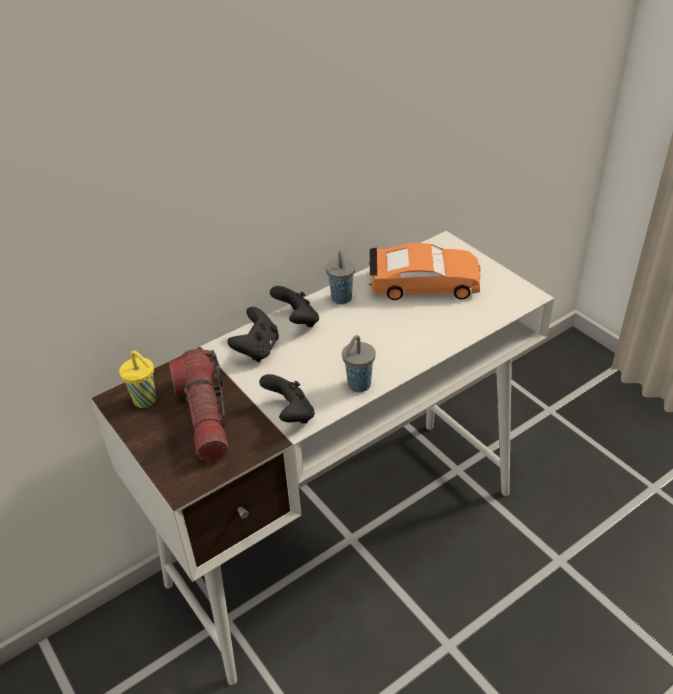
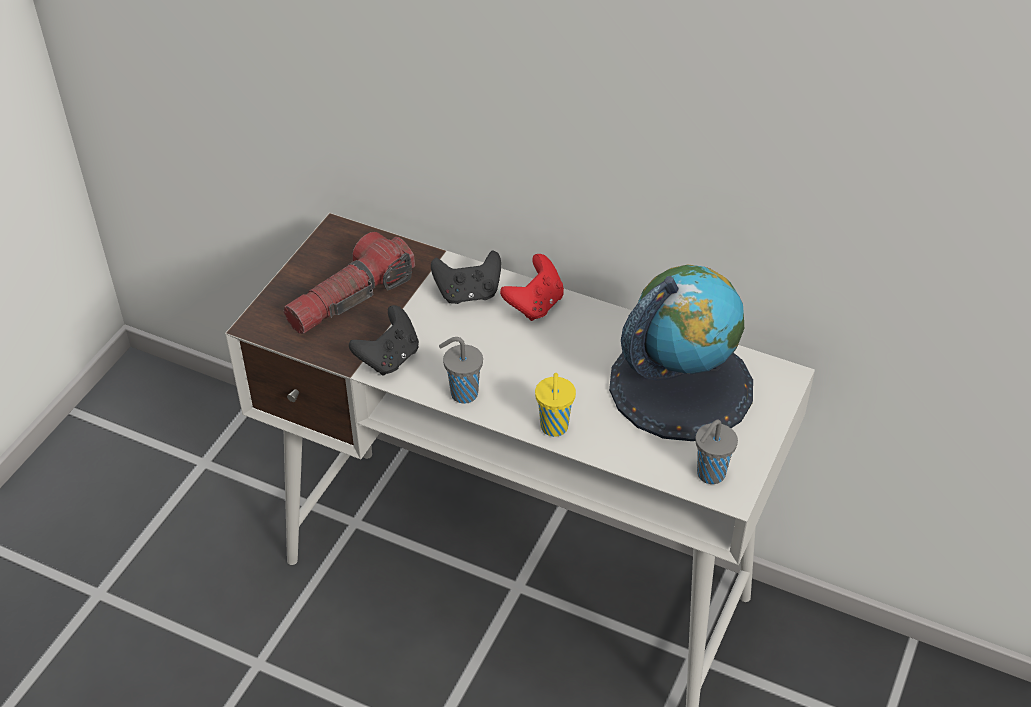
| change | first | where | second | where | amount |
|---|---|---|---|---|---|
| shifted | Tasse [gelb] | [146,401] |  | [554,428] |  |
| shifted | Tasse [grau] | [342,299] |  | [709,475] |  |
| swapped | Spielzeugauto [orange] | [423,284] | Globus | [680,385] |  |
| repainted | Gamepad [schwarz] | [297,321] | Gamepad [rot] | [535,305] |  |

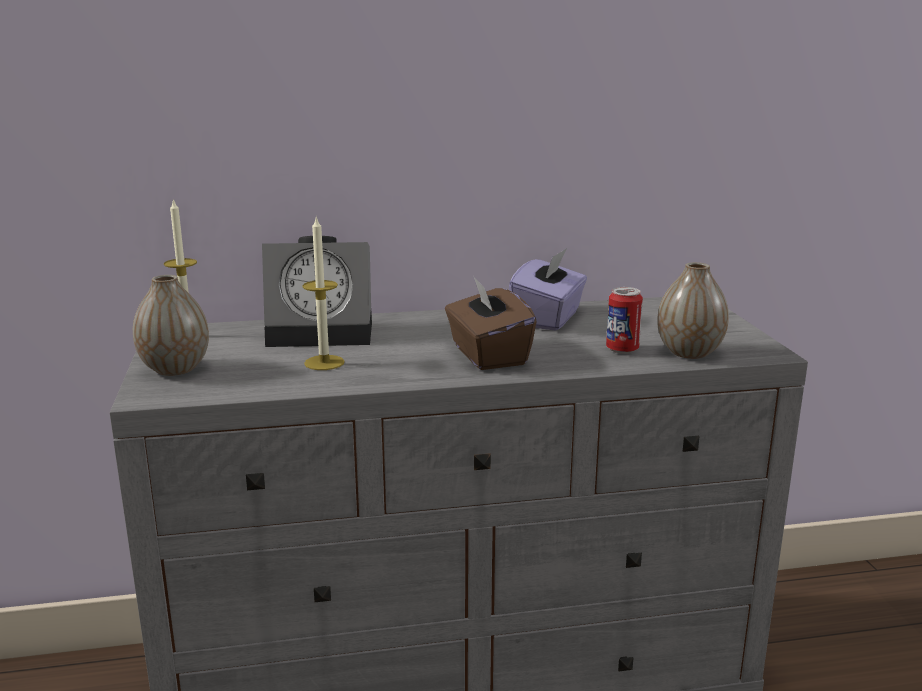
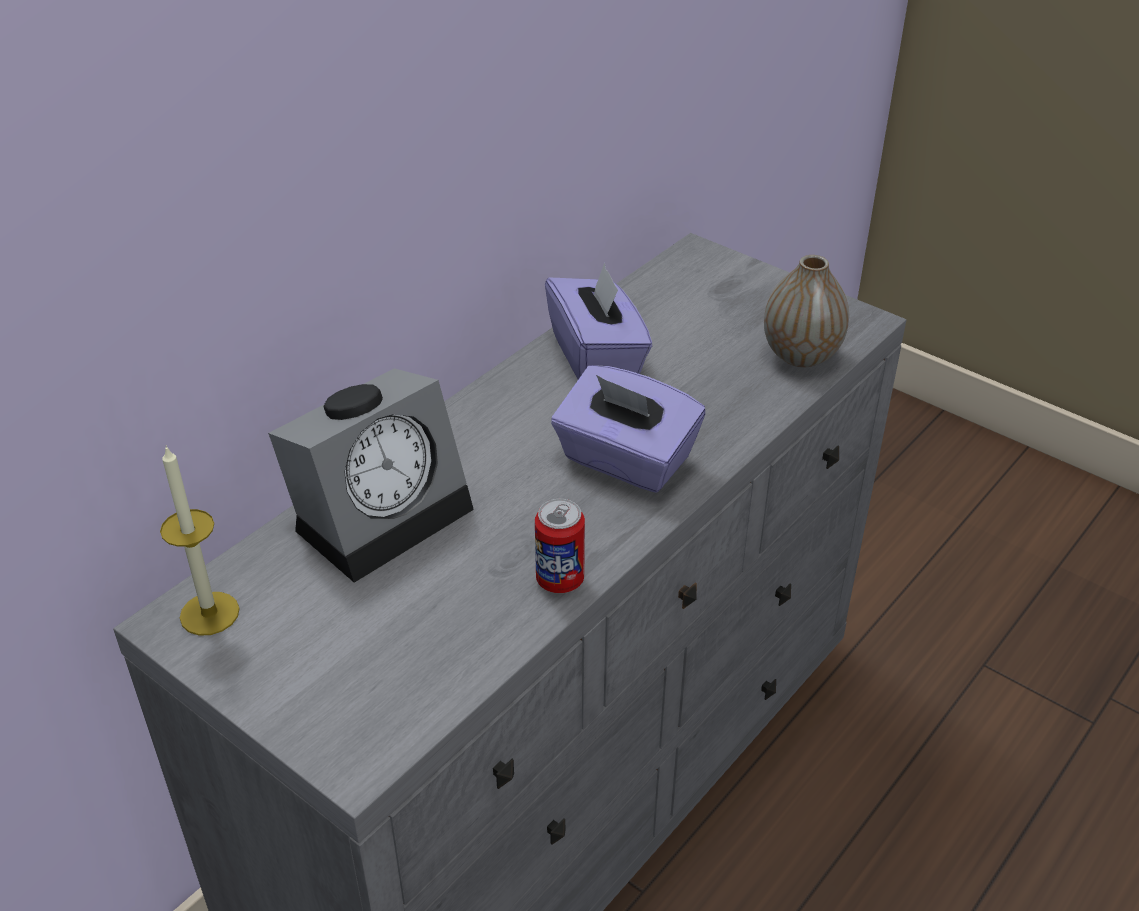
| change | first | where | second | where | amount |
|---|---|---|---|---|---|
| gone | Vase | [175,369] |  |  |  |
| gone | Kerze | [324,363] |  |  |  |
| shifted | Dose | [622,349] |  | [560,580] |  |
| repainted | Taschentuchbox [braun] | [487,355] | Taschentuchbox [lila] | [625,461] |  |

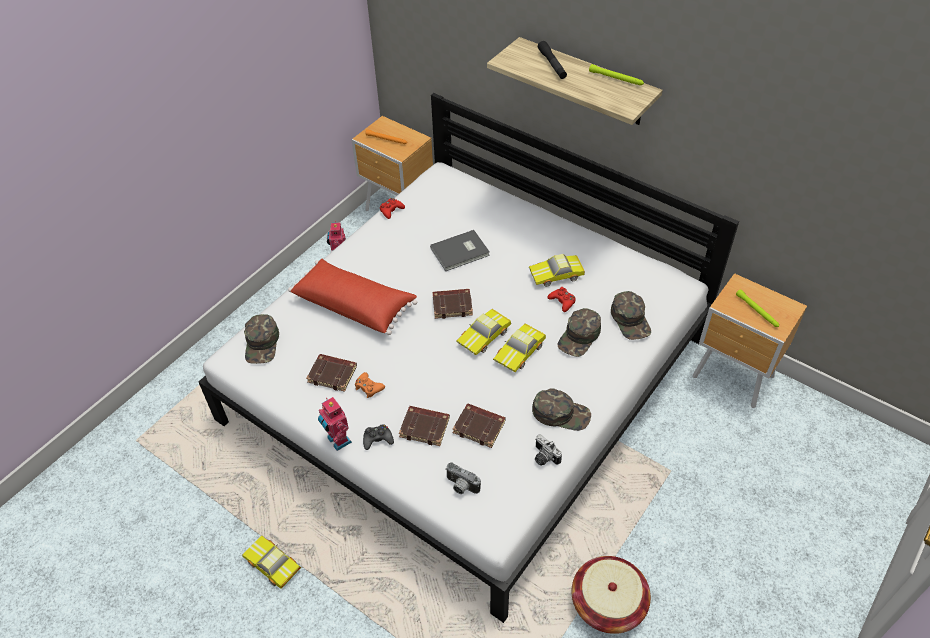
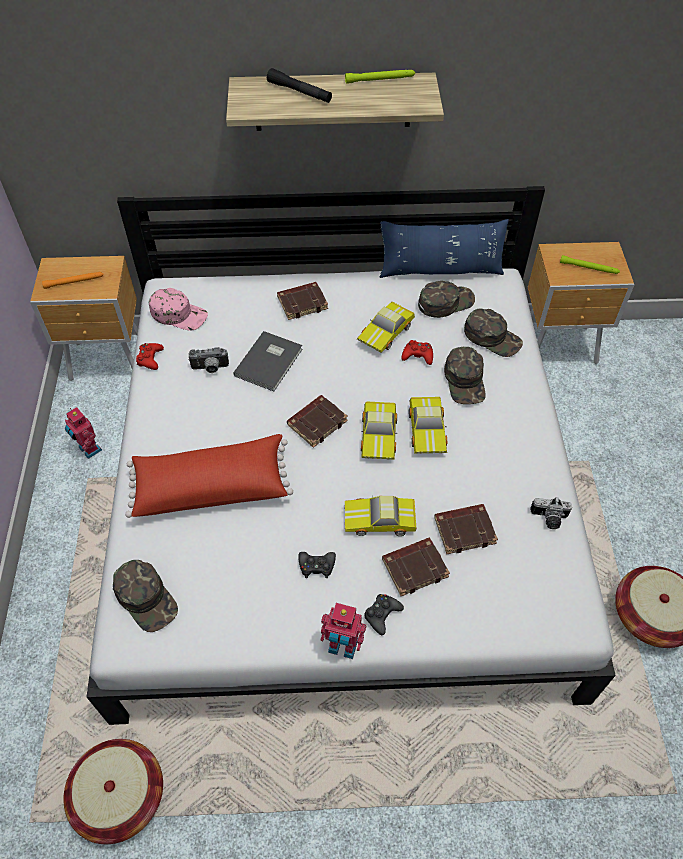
| change | first | where | second | where | amount |
|---|---|---|---|---|---|
| new |  |  | Korb | [120,796] |  |
| new |  |  | Kappe [rosa] | [179,314] |  |
| new |  |  | Kissen [blau] | [440,270] |  |
| shifted | Spielzeugauto | [272,565] |  | [380,521] |  |
| shifted | Buch [braun] | [333,374] |  | [302,303] |  |
| shifted | Kamera | [461,486] |  | [210,369] |  |
| shifted | Kappe [grün] | [561,413] |  | [445,302] |  |
| repainted | Gamepad [orange] | [369,387] | Gamepad [schwarz] | [316,566] |  |

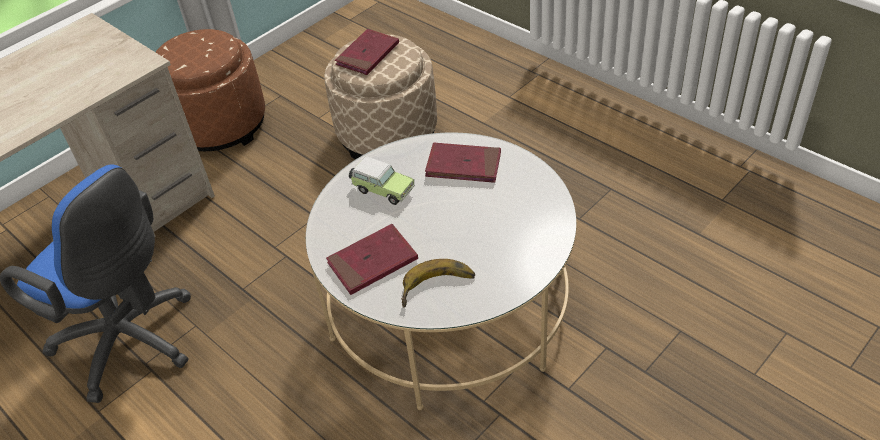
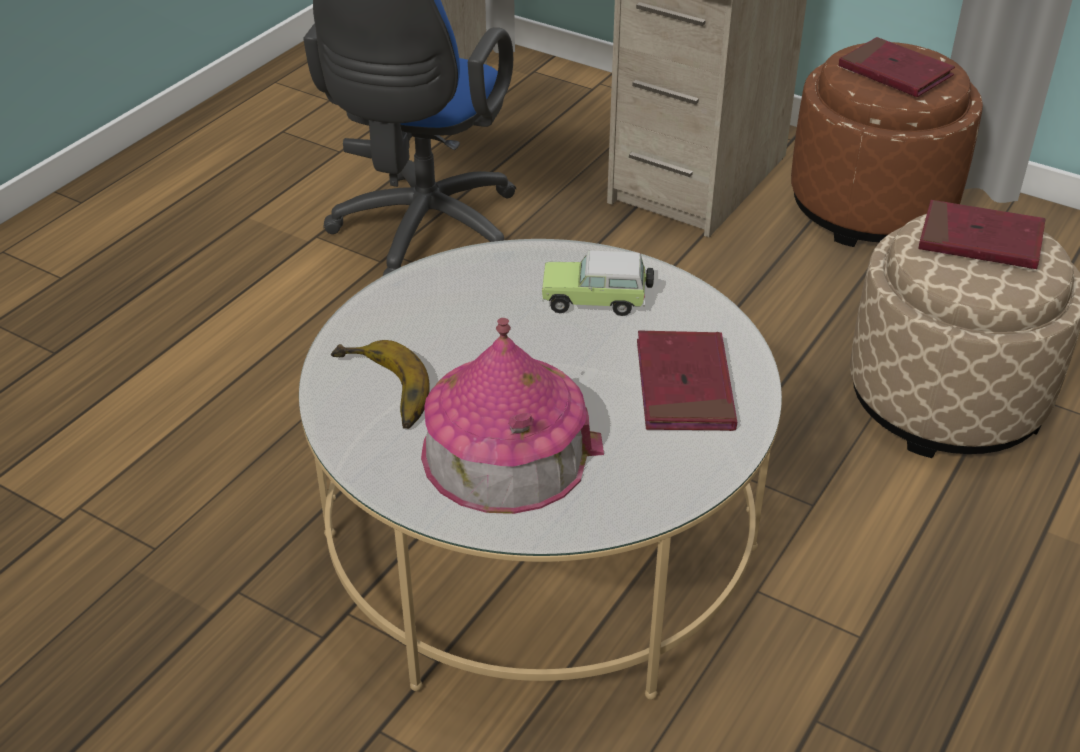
| change | first | where | second | where | amount |
|---|---|---|---|---|---|
| new |  |  | Spielzeughaus | [506,452] |  |
| shifted | Buch [rot] | [372,262] |  | [895,73] |  |
| rotated | Spielzeugauto | [382,190] |  | [597,301] | 75 degrees clockwise |

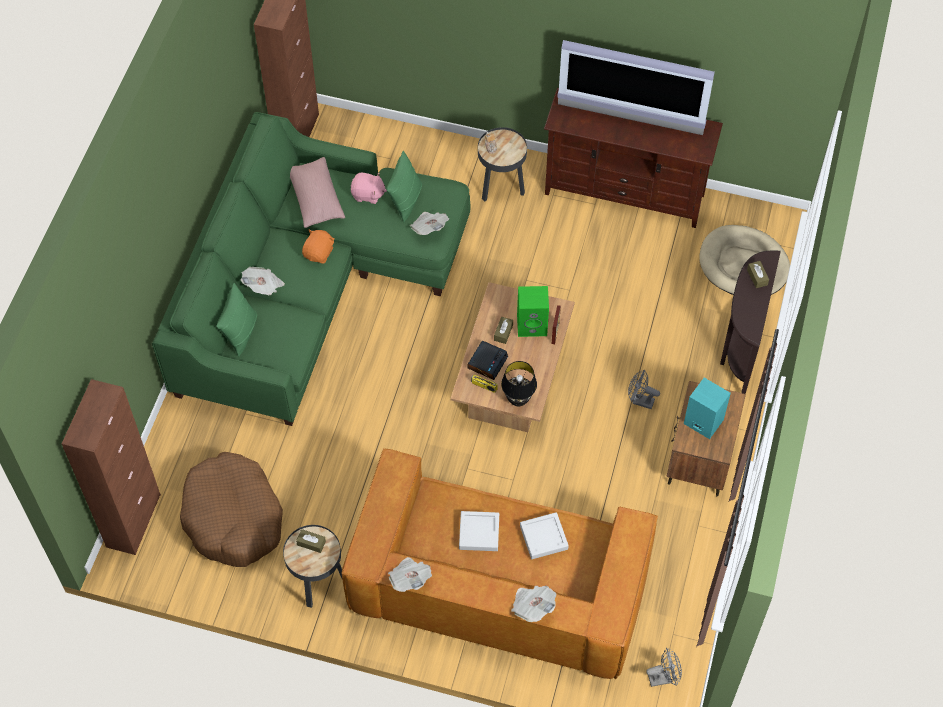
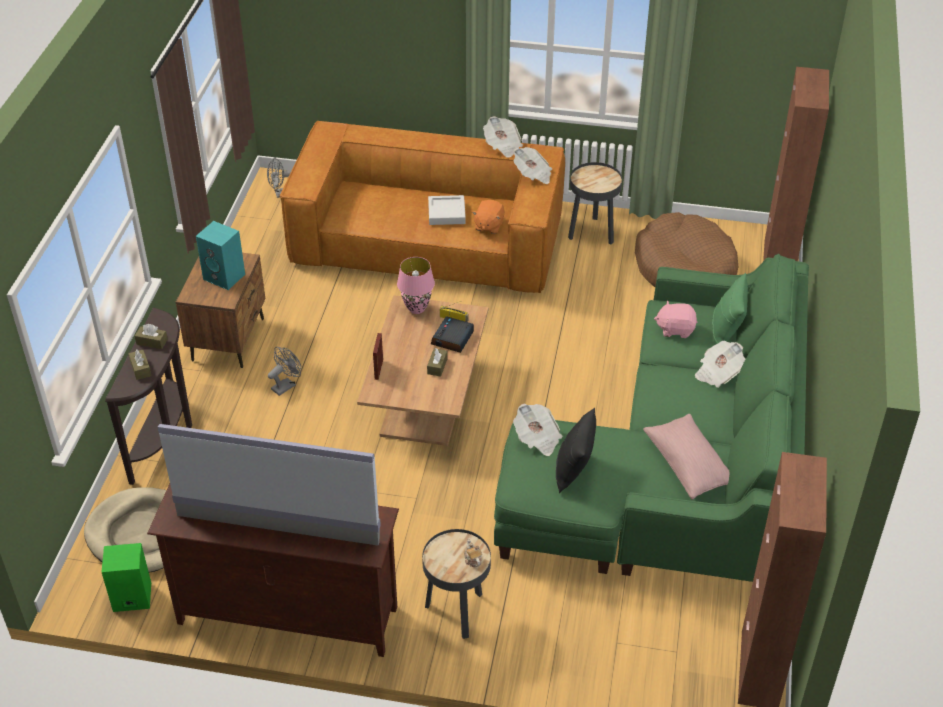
| change | first | where | second | where | amount |
|---|---|---|---|---|---|
| gone | Tablett [grau] | [543,537] |  |  |  |
| shifted | Taschentuchbox [braun] | [311,543] |  | [152,342] |  |
| shifted | Plüschtier [orange] | [319,253] |  | [488,226] |  |
| shifted | Plüschtier [rosa] | [368,194] |  | [675,329] |  |
| shifted | Zeitung | [532,606] |  | [533,174] |  |
| shifted | Lautsprecher [grün] | [532,324] |  | [131,598] |  |
| repainted | Kissen [grün] | [405,200] | Kissen [schwarz] | [573,470] |  |
| repainted | Tischlampe [schwarz] | [518,400] | Tischlampe [rosa] | [417,309] |  |
| rotated | Ventilator [grau] | [639,401] |  | [286,385] | 60 degrees counterclockwise |

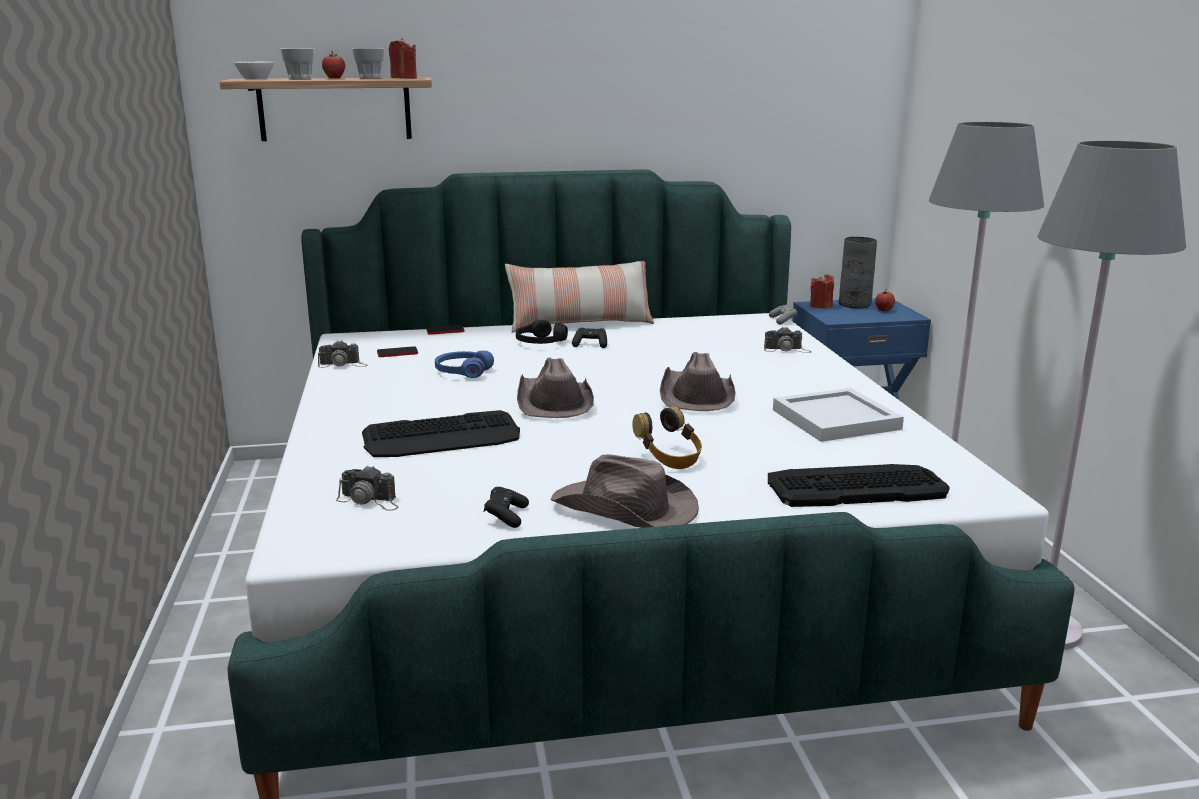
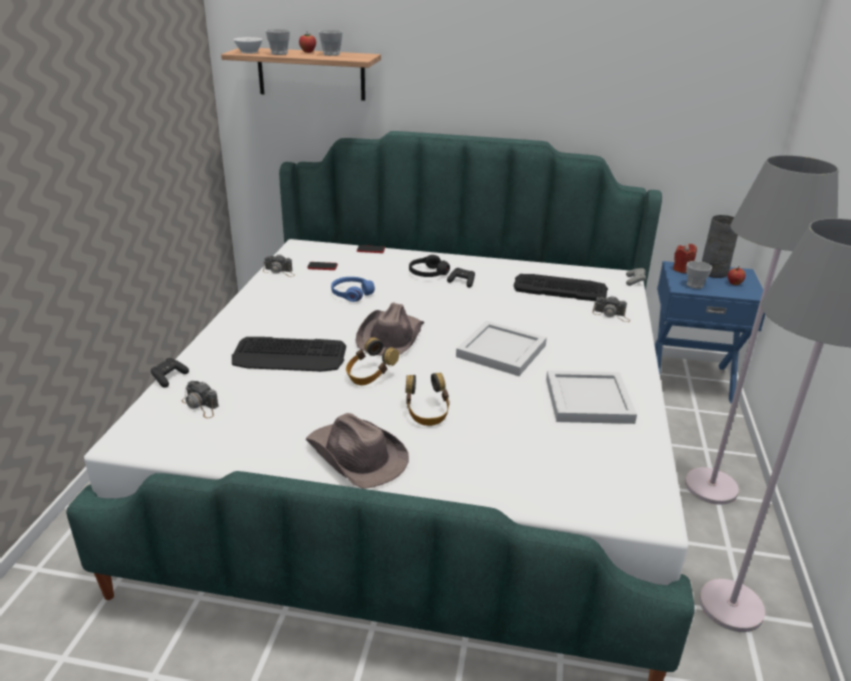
| change | first | where | second | where | amount |
|---|---|---|---|---|---|
| gone | Kerze [rot] | [403,78] |  |  |  |
| gone | Kissen | [580,324] |  |  |  |
| new |  |  | Kopfhörer | [370,376] |  |
| new |  |  | Tasse | [695,285] |  |
| shifted | Gamepad [schwarz] | [506,516] |  | [169,378] |  |
| shifted | Tastatur | [854,486] |  | [559,288] |  |
| swapped | Hut [braun] | [697,395] | Tablett [weiß] | [500,351] |  |

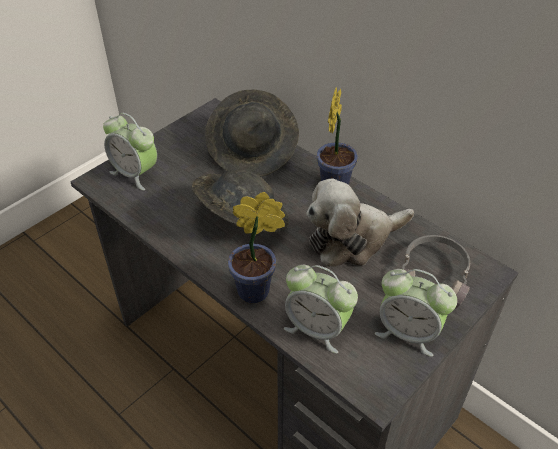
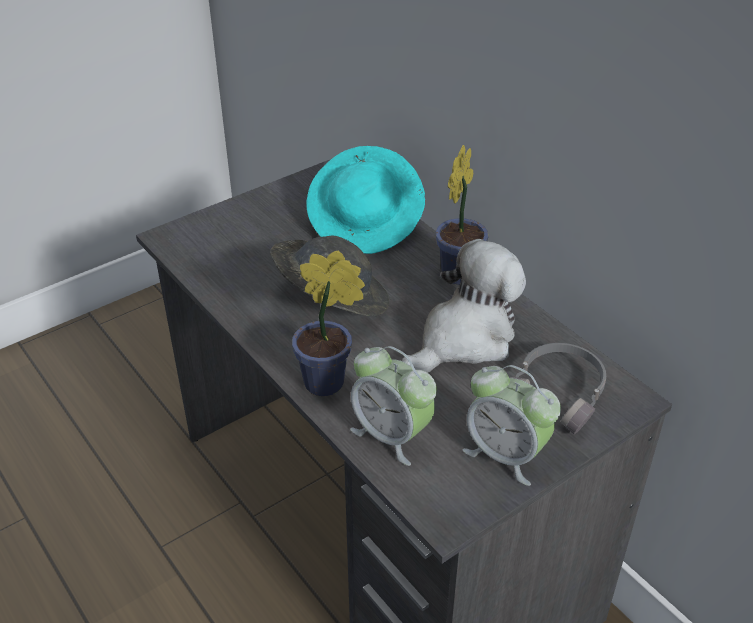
| change | first | where | second | where | amount |
|---|---|---|---|---|---|
| gone | Wecker | [135,174] |  |  |  |
| repainted | Hut [grau] | [253,151] | Hut [türkis] | [366,223] |  |
| rotated | Plüschtier | [352,239] |  | [465,339] | 150 degrees clockwise |

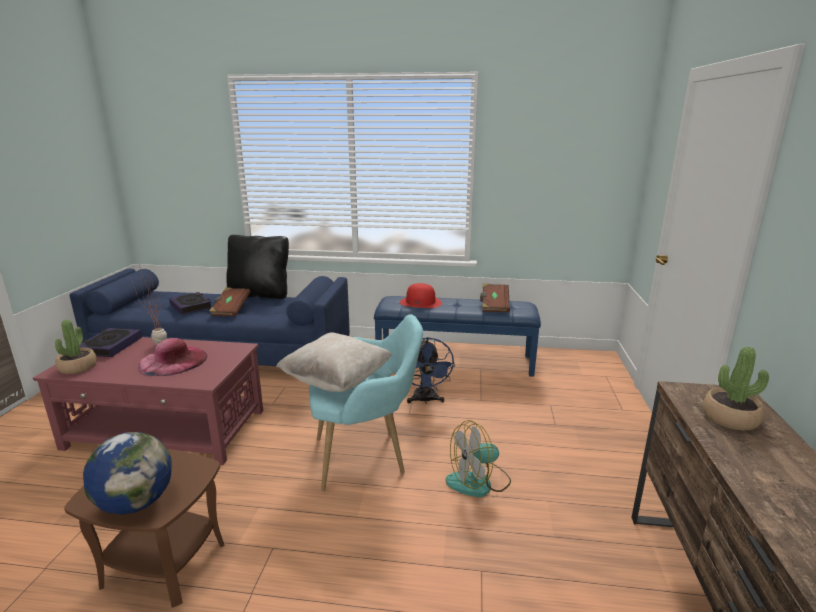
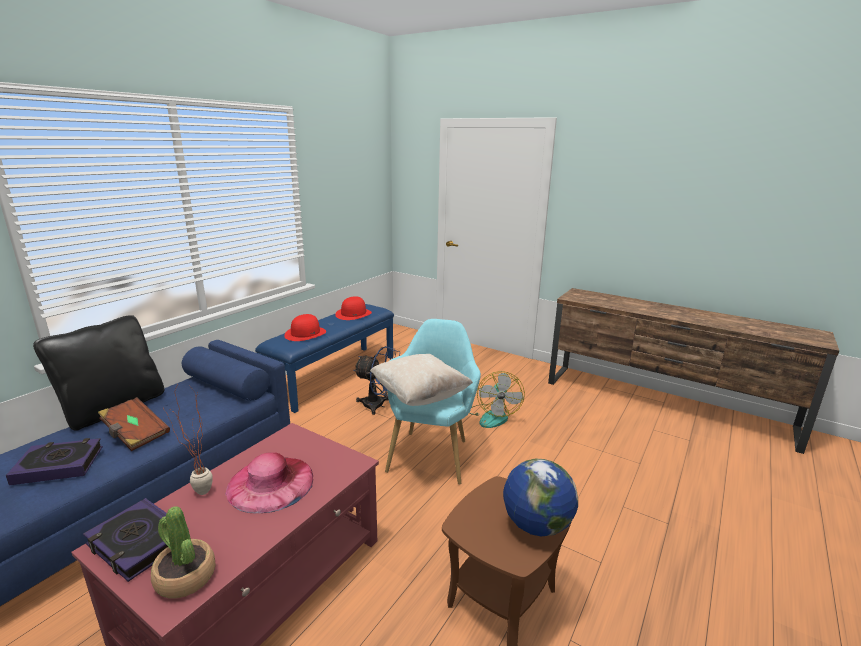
| change | first | where | second | where | amount |
|---|---|---|---|---|---|
| gone | Topfpflanze | [730,418] |  |  |  |
| swapped | Buch [braun] | [494,306] | Hut [rot] | [353,314] |  |

